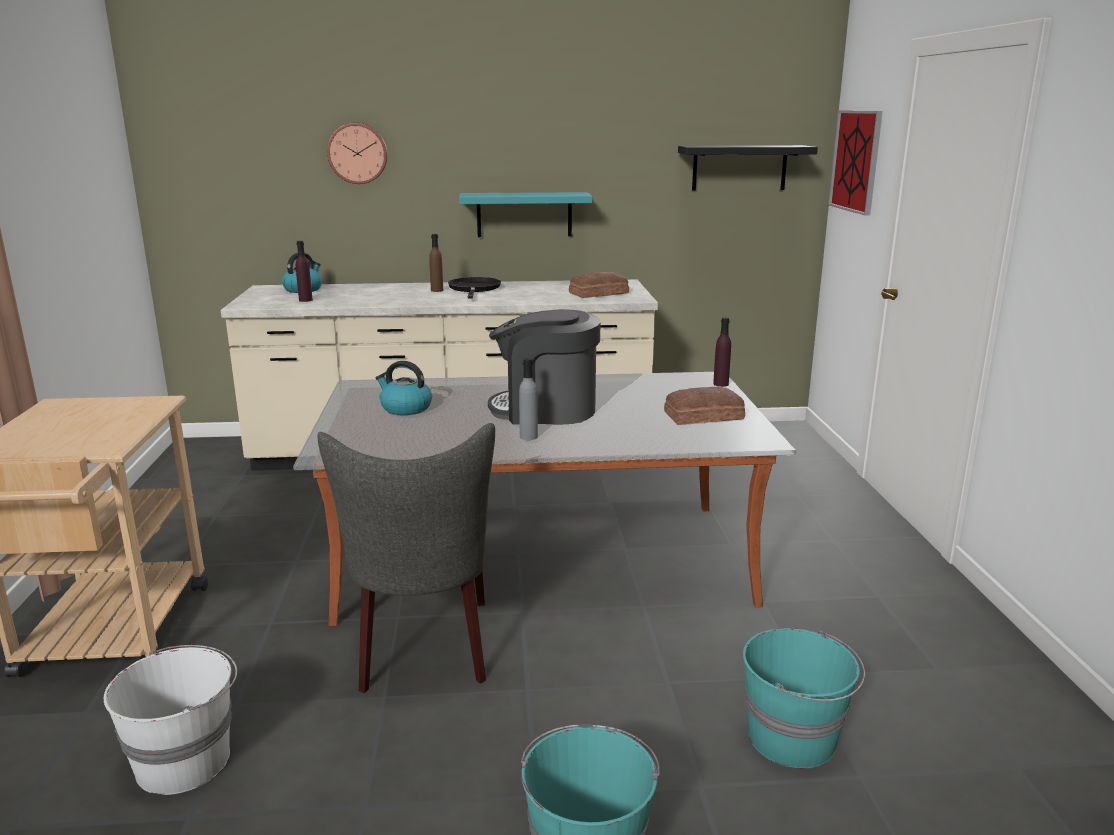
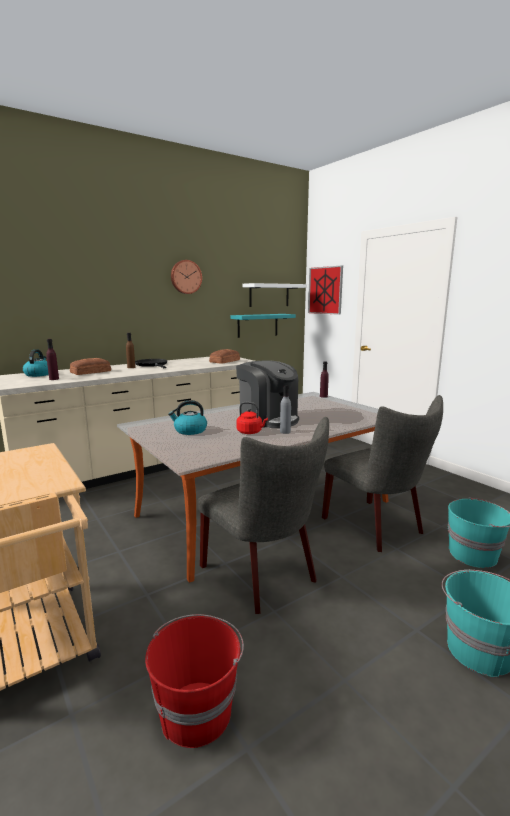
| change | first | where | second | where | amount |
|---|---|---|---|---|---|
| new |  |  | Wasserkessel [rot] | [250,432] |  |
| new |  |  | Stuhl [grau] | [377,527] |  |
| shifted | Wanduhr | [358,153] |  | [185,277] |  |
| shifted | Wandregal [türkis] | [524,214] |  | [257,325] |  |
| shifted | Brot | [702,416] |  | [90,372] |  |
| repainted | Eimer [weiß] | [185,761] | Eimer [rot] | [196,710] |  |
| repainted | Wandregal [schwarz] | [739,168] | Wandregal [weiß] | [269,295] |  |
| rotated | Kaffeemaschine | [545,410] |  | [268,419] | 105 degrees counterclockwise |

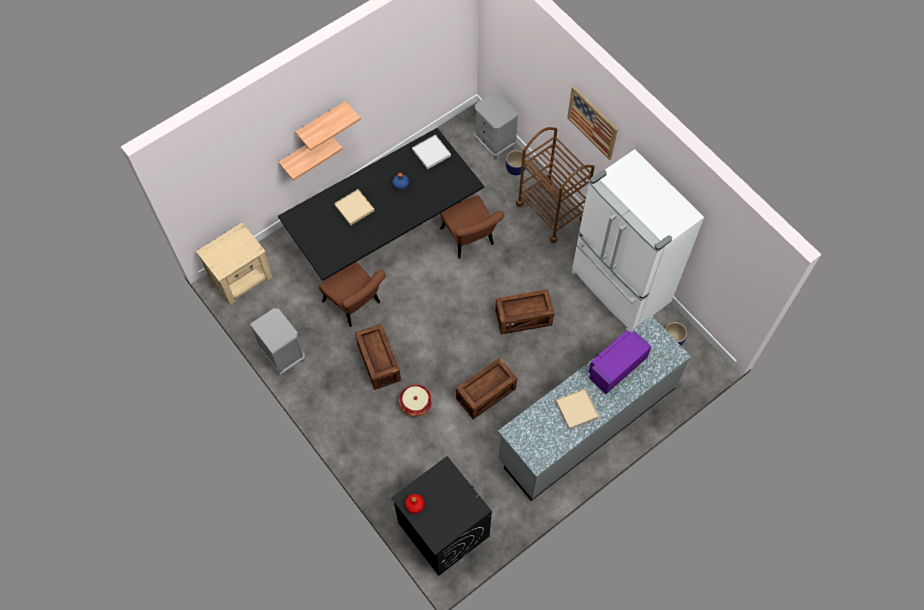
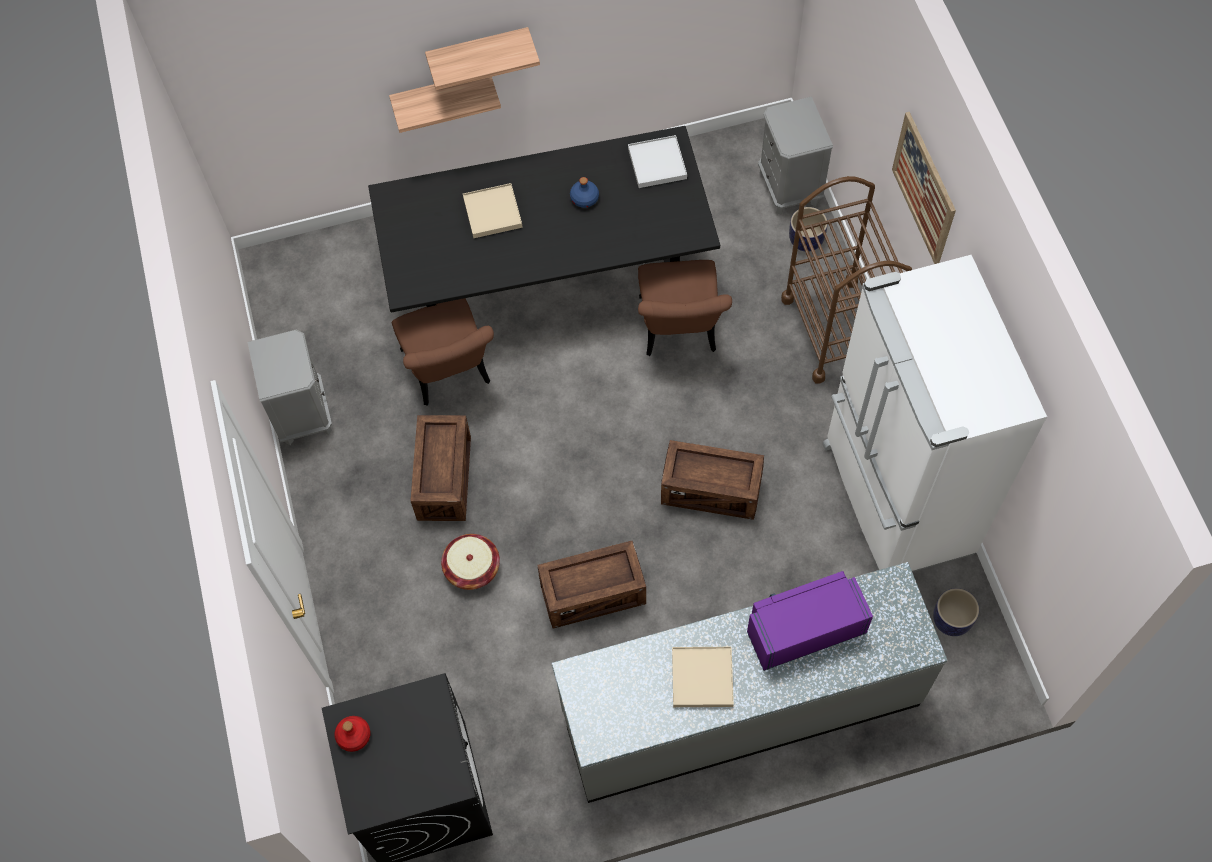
| change | first | where | second | where | amount |
|---|---|---|---|---|---|
| gone | Nachttisch [beige] | [241,277] |  |  |  |

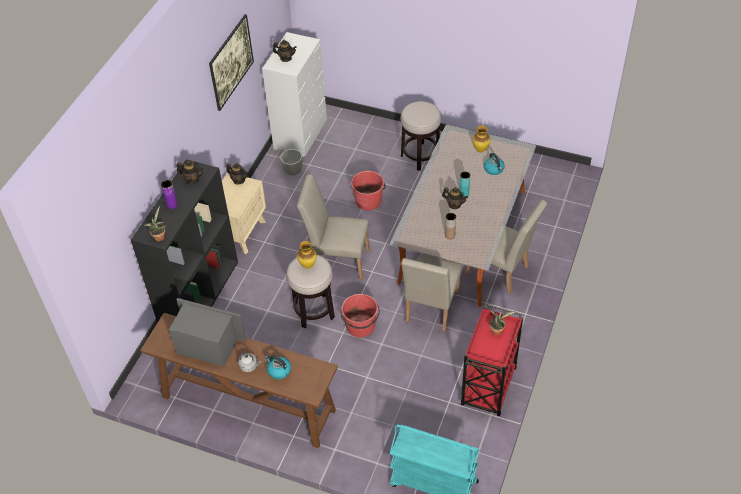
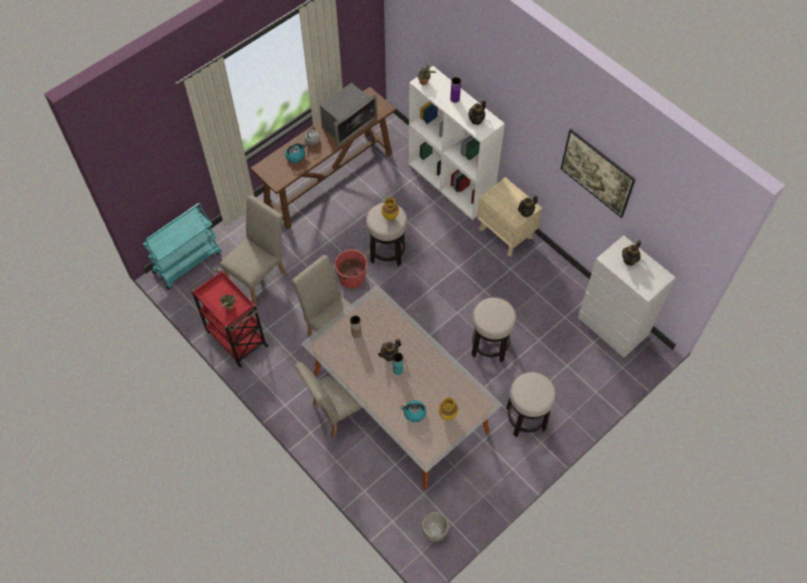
| change | first | where | second | where | amount |
|---|---|---|---|---|---|
| shifted | Pflanzkübel [grau] | [292,171] |  | [434,531] |  |
| shifted | Stuhl [beige] | [337,260] |  | [260,277] |  |
| swapped | Eimer [rot] | [368,200] | Hocker | [489,345] |  |
| repainted | Bücherregal [schwarz] | [199,295] | Bücherregal [weiß] | [451,183] |  |

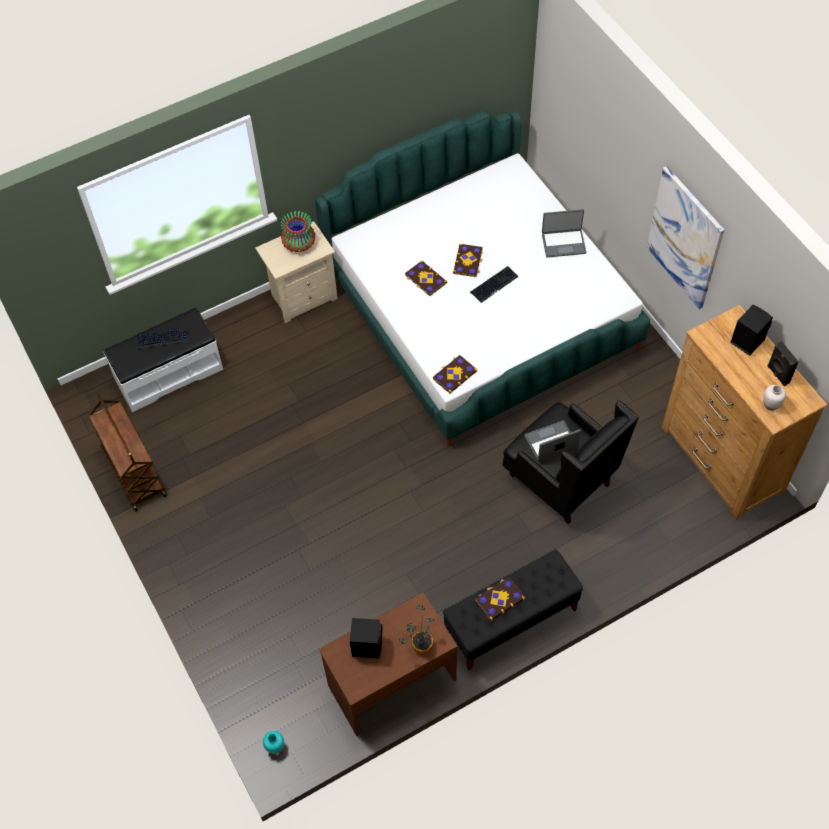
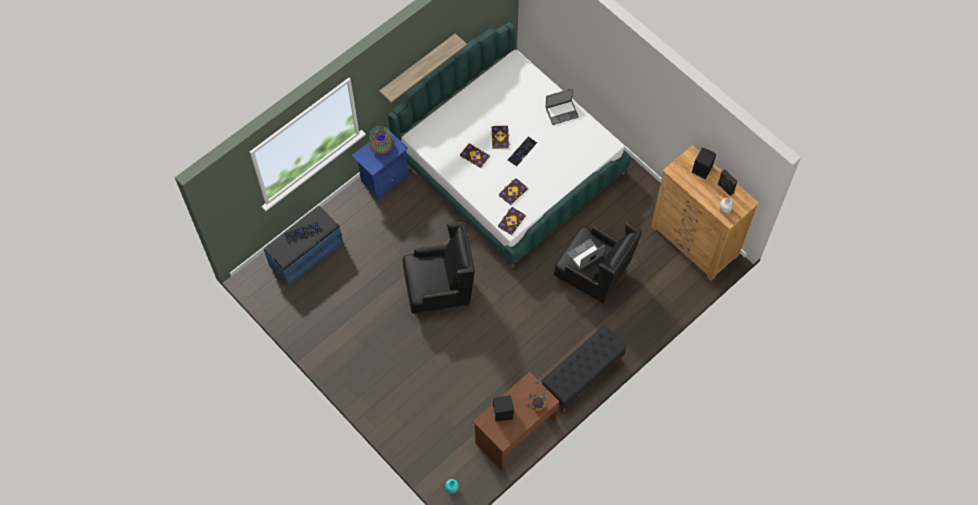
| change | first | where | second | where | amount |
|---|---|---|---|---|---|
| gone | Rollwagen [braun] | [133,472] |  |  |  |
| gone | Bild | [685,238] |  |  |  |
| new |  |  | Wandregal | [418,67] |  |
| new |  |  | Sessel [schwarz] | [439,291] |  |
| shifted | Buch | [499,599] |  | [513,191] |  |
| repainted | Bank [weiß] | [168,374] | Bank [blau] | [305,254] |  |
| repainted | Nachttisch [beige] | [302,296] | Nachttisch [blau] | [383,179] |  |

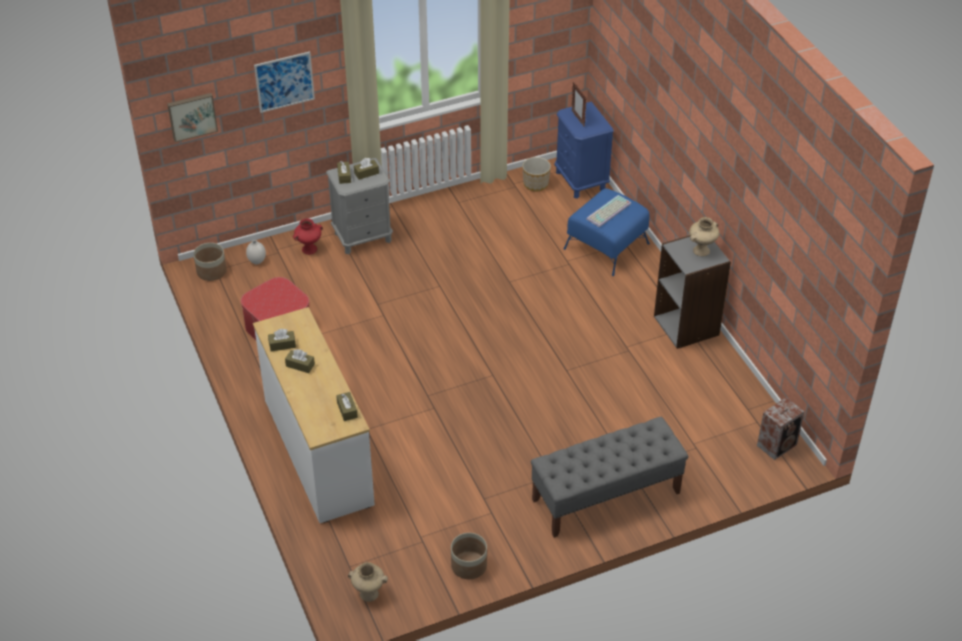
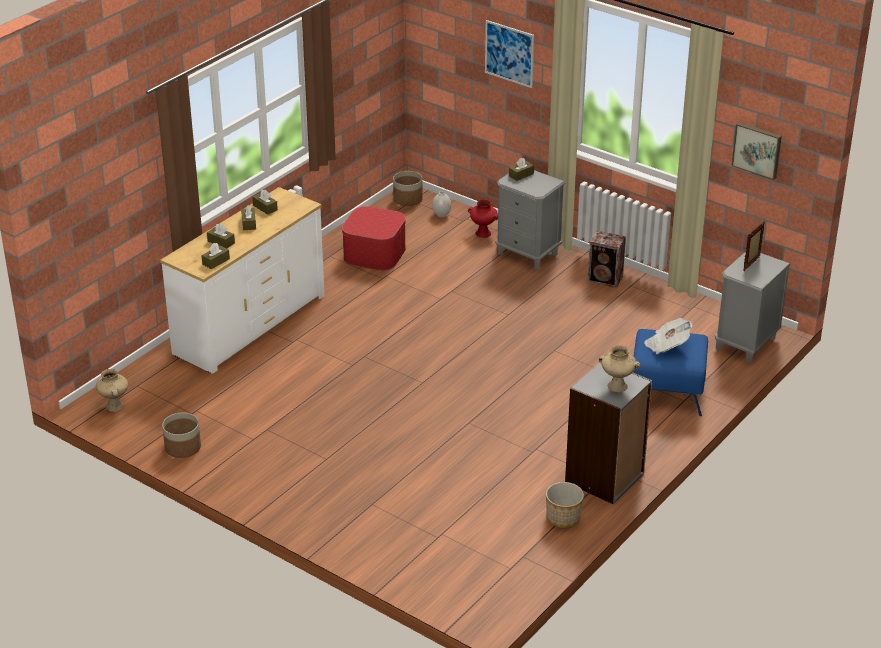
| change | first | where | second | where | amount |
|---|---|---|---|---|---|
| gone | Bank [grau] | [605,496] |  |  |  |
| shifted | Bild | [192,116] |  | [757,149] |  |
| shifted | Taschentuchbox [braun] | [366,173] |  | [221,242] |  |
| shifted | Pflanzkübel | [536,184] |  | [563,518] |  |
| shifted | Lautsprecher | [778,445] |  | [606,279] |  |
| swapped | Tastatur | [609,212] | Zeitung | [667,345] |  |
| repainted | Nachttisch [blau] | [581,181] | Nachttisch [grau] | [745,343] |  |

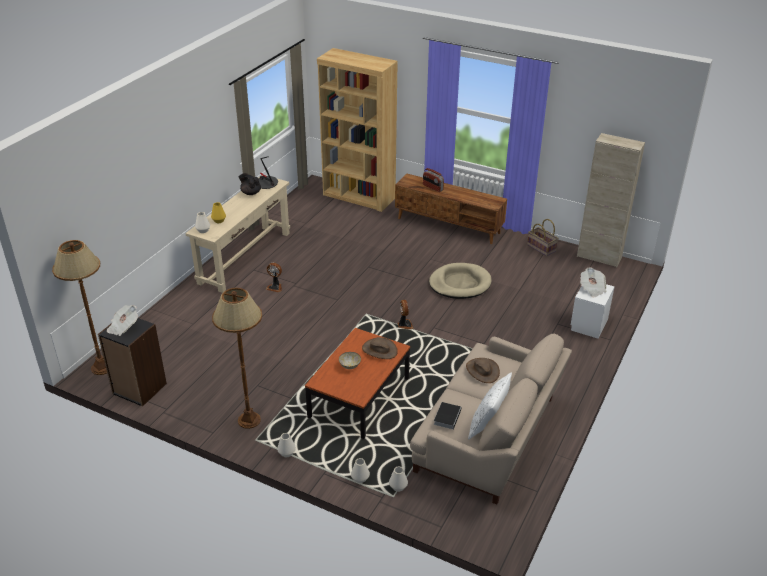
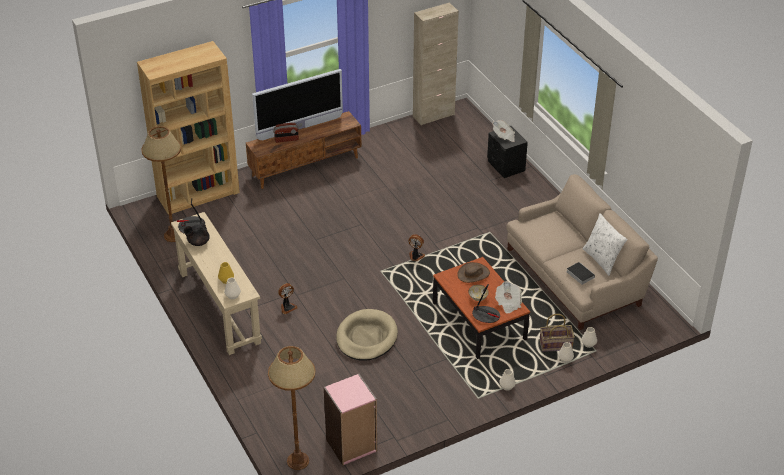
| change | first | where | second | where | amount |
|---|---|---|---|---|---|
| gone | Hut [braun] | [482,371] |  |  |  |
| new |  |  | Fernseher | [300,128] |  |
| new |  |  | Tischlampe | [486,315] |  |
| shifted | Zeitung | [123,327] |  | [508,303] |  |
| shifted | Stehlampe [braun] | [249,420] |  | [173,235] |  |
| shifted | Hundebett [beige] | [460,283] |  | [366,337] |  |
| shifted | Korb | [541,248] |  | [556,344] |  |
| repainted | Bücherregal [schwarz] | [139,389] | Bücherregal [rosa] | [351,446] |  |
| repainted | Nachttisch [weiß] | [589,324] | Nachttisch [schwarz] | [506,166] |  |

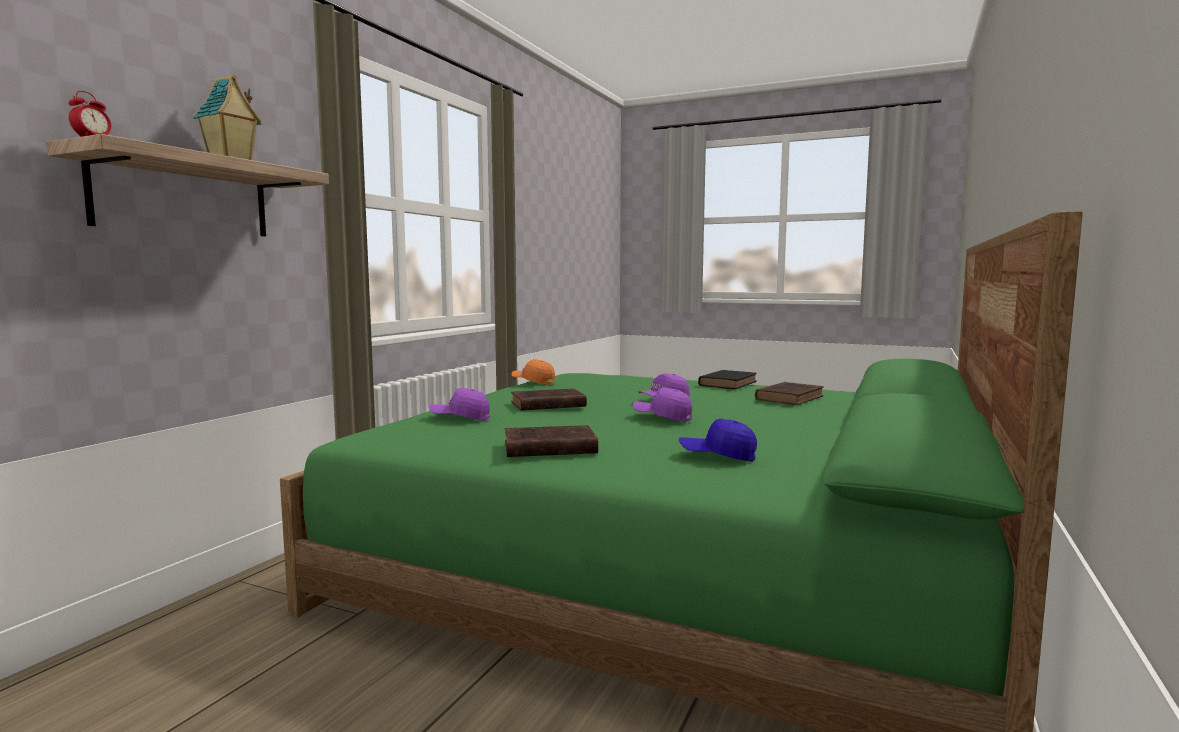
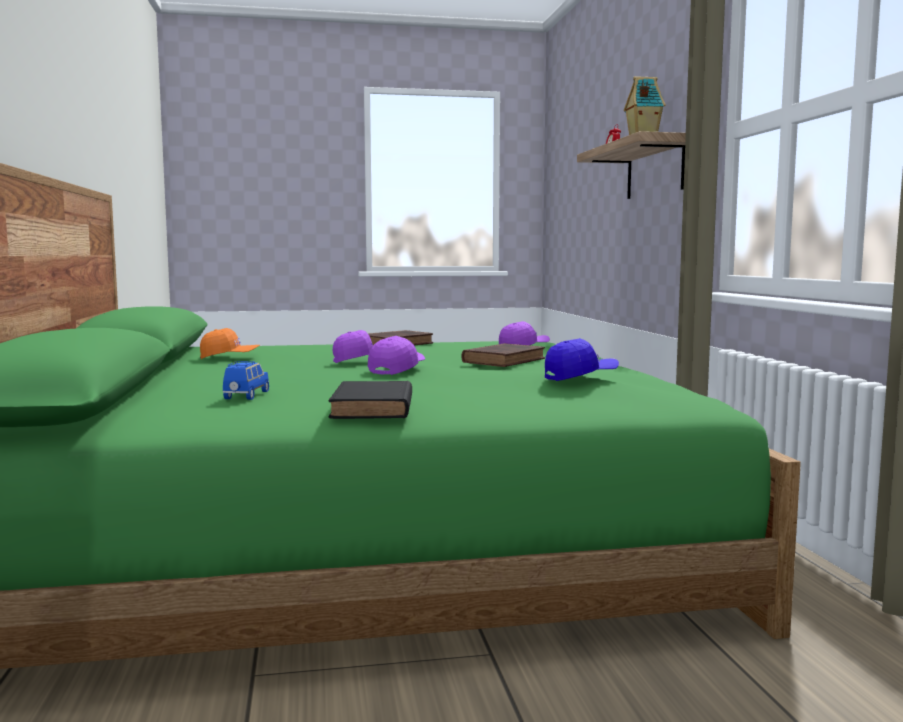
| change | first | where | second | where | amount |
|---|---|---|---|---|---|
| shifted | Kappe [orange] | [533,382] |  | [229,357] |  |
| shifted | Kappe [blau] | [717,456] |  | [580,377] |  |
| swapped | Buch [braun] | [790,398] | Spielzeugauto [blau] | [246,395] |  |

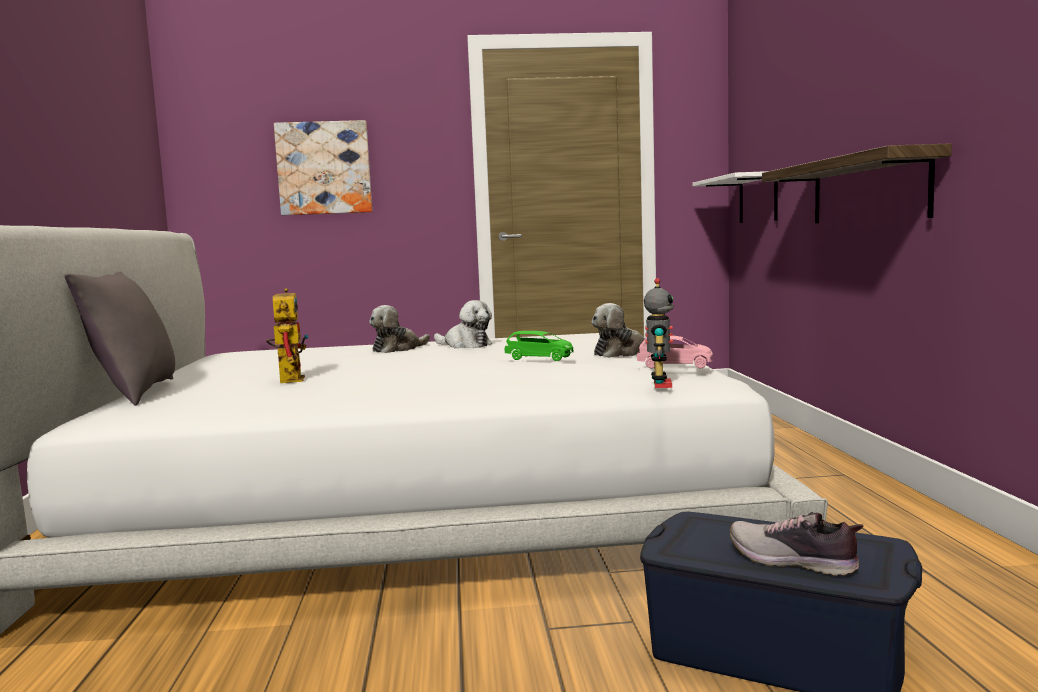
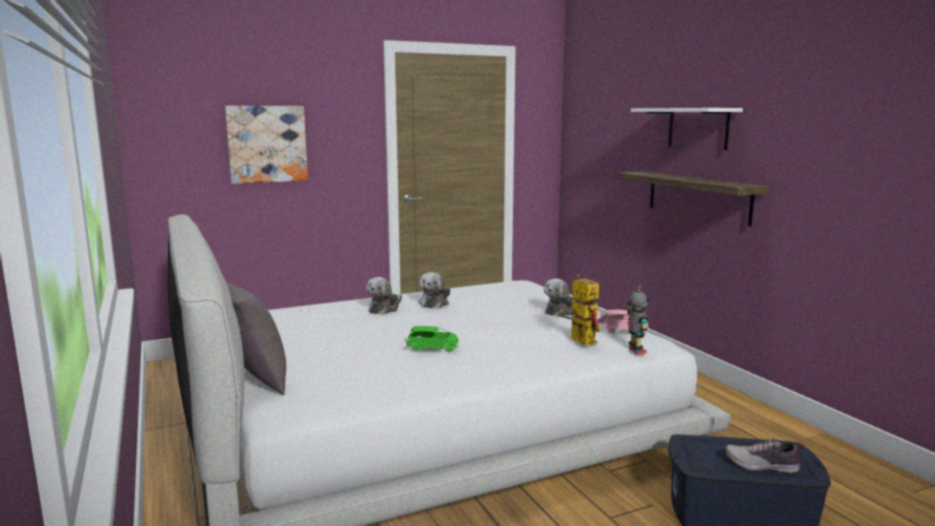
| change | first | where | second | where | amount |
|---|---|---|---|---|---|
| shifted | Spielzeugroboter | [289,378] |  | [578,340] |  |
| shifted | Spielzeugauto [grün] | [540,358] |  | [433,348] |  |
| shifted | Wandregal [weiß] | [758,199] |  | [698,128] |  |
| rotated | Plüschtier | [465,345] |  | [434,303] | 90 degrees clockwise |

